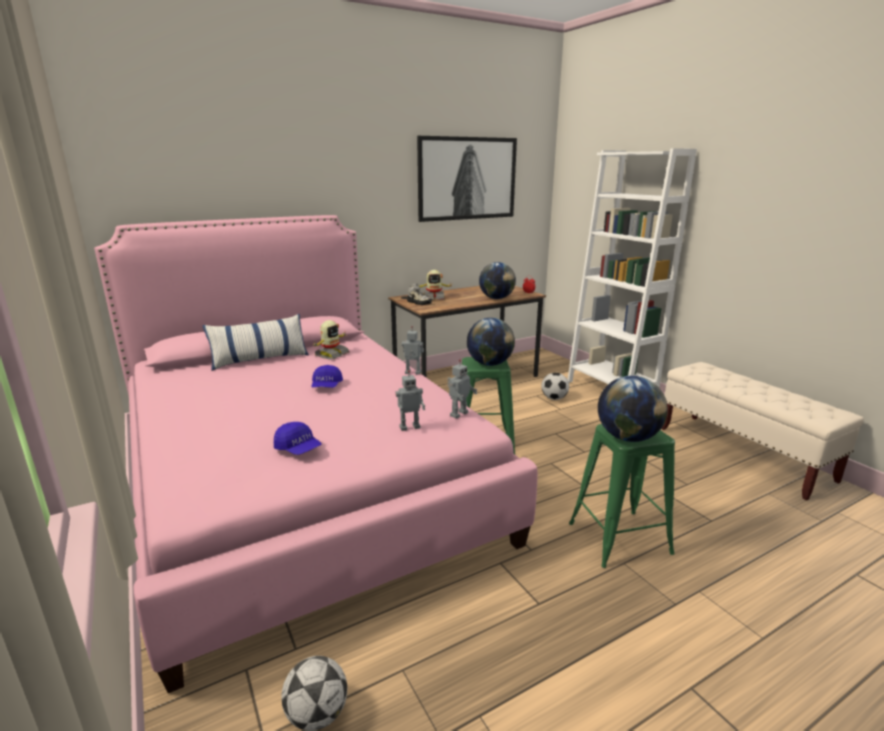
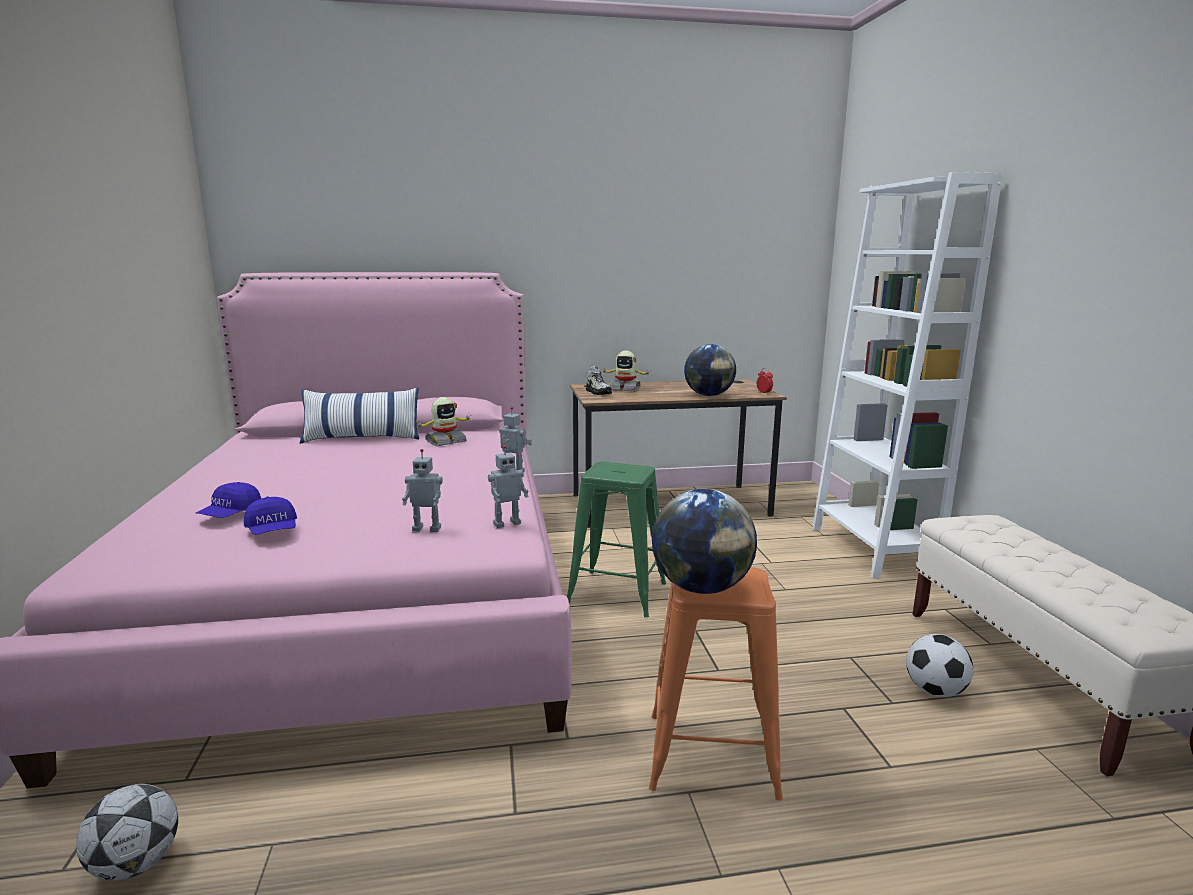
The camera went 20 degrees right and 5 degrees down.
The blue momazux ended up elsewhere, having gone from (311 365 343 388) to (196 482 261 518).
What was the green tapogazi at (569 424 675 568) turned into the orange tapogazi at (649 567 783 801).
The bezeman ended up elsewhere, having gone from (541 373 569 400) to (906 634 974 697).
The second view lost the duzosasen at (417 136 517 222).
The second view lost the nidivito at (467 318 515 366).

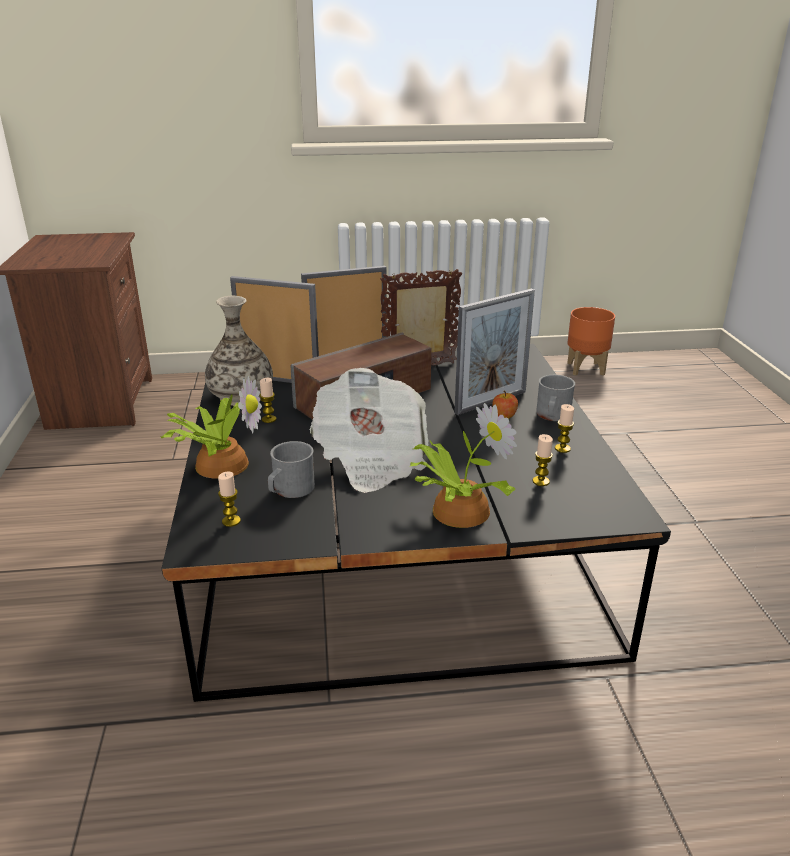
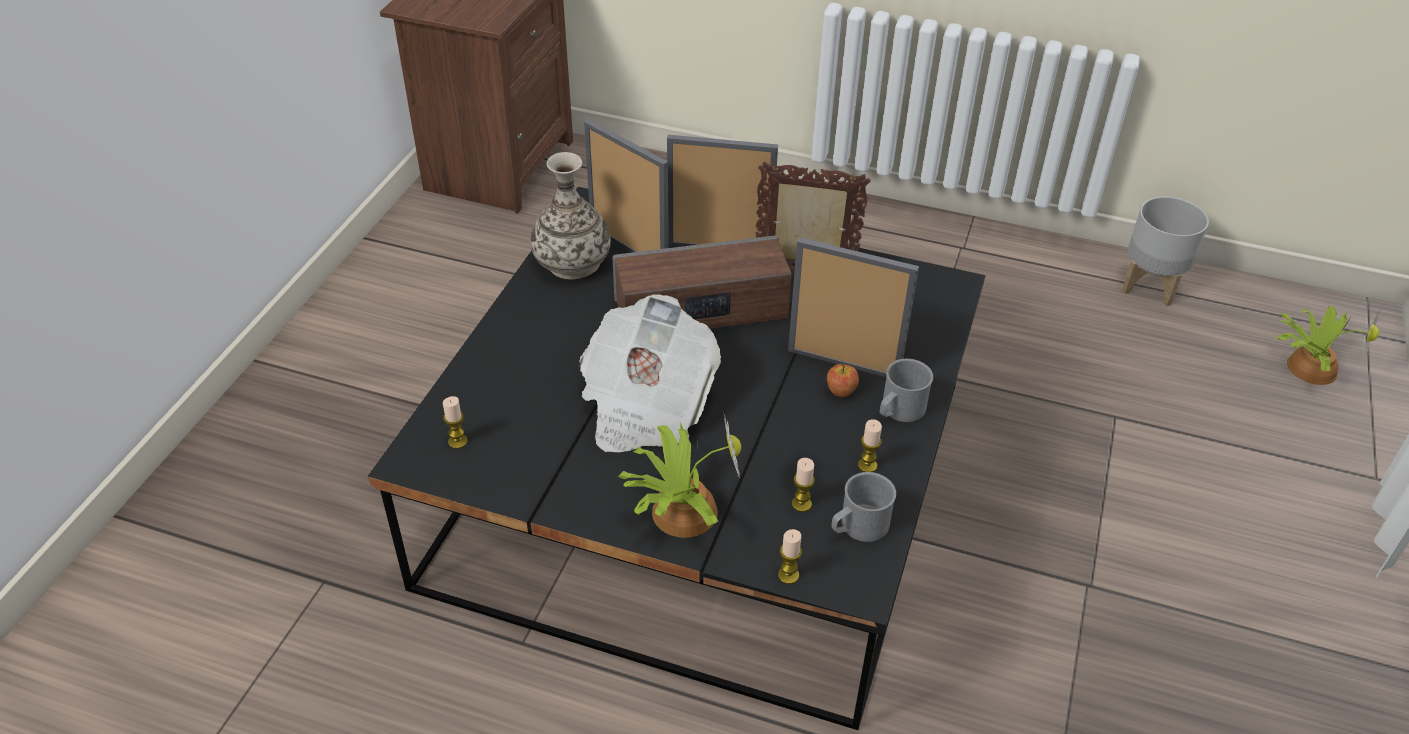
The camera went 25 degrees right and 15 degrees up.
The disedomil ended up elsewhere, having gone from (259 378 277 423) to (778 529 802 584).
The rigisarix at (454 289 535 415) ended up facing another way, 150 degrees counterclockwise from before.
The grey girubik ended up elsewhere, having gone from (268 441 315 498) to (831 472 896 542).
What was the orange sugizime at (567 307 615 376) turned into the grey sugizime at (1122 196 1209 306).
The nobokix ended up elsewhere, having gone from (160 376 262 479) to (1277 306 1380 385).

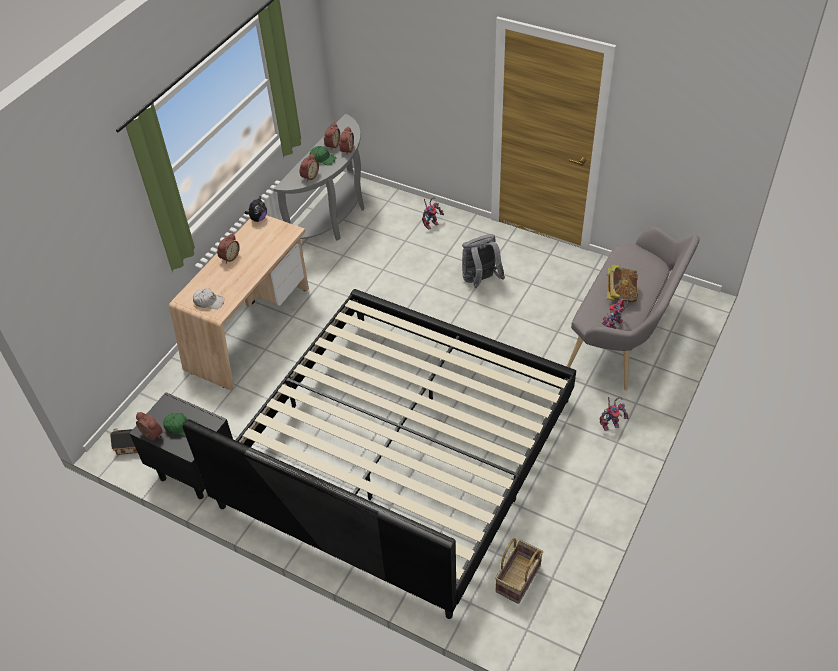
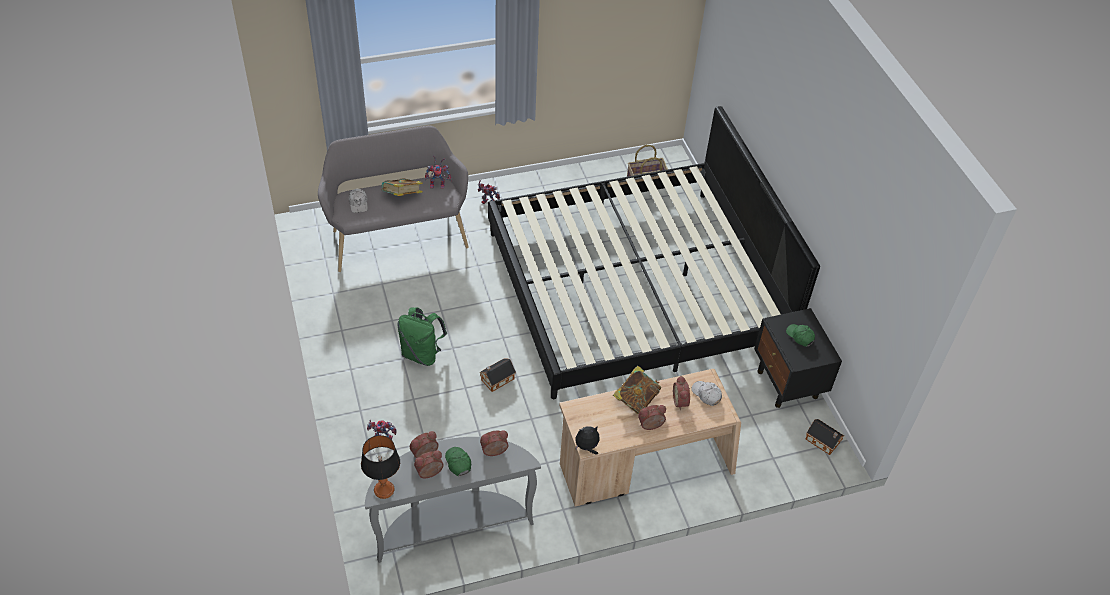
The camera went 140 degrees left and 0 degrees up.
The second view gained the white momazux at (349 189 368 213).
The second view gained the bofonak at (361 435 400 499).
What was the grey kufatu at (462 234 505 288) turned into the green kufatu at (398 307 447 366).
The second view gained the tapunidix at (479 359 516 392).
The second view gained the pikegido at (613 366 661 414).
The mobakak ended up elsewhere, having gone from (136 412 163 441) to (673 376 690 410).

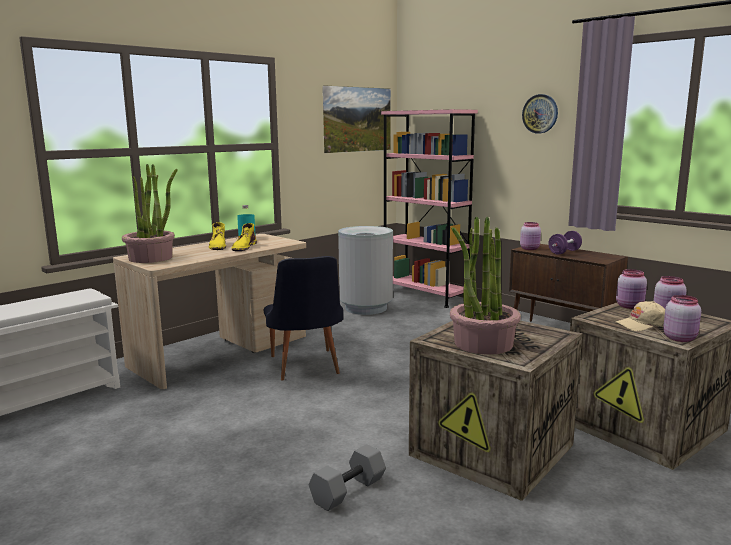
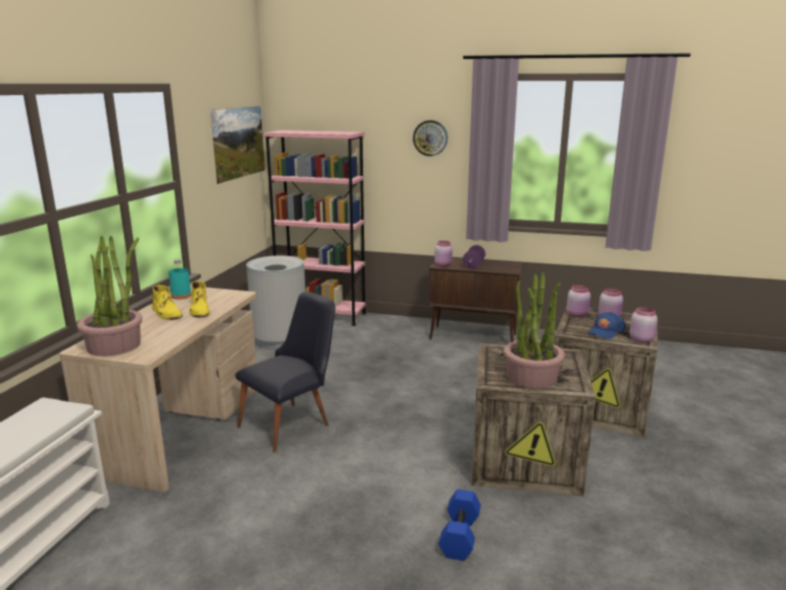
The camera went 30 degrees left and 5 degrees up.
The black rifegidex at (264 256 343 380) ended up facing another way, 90 degrees counterclockwise from before.
What was the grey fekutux at (309 444 386 511) turned into the blue fekutux at (439 489 481 561).
What was the beige momazux at (616 301 665 331) turned into the blue momazux at (588 312 626 339).

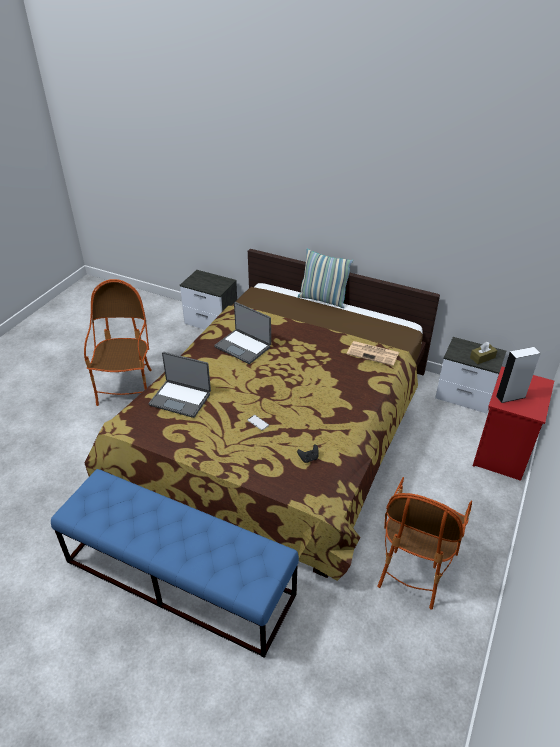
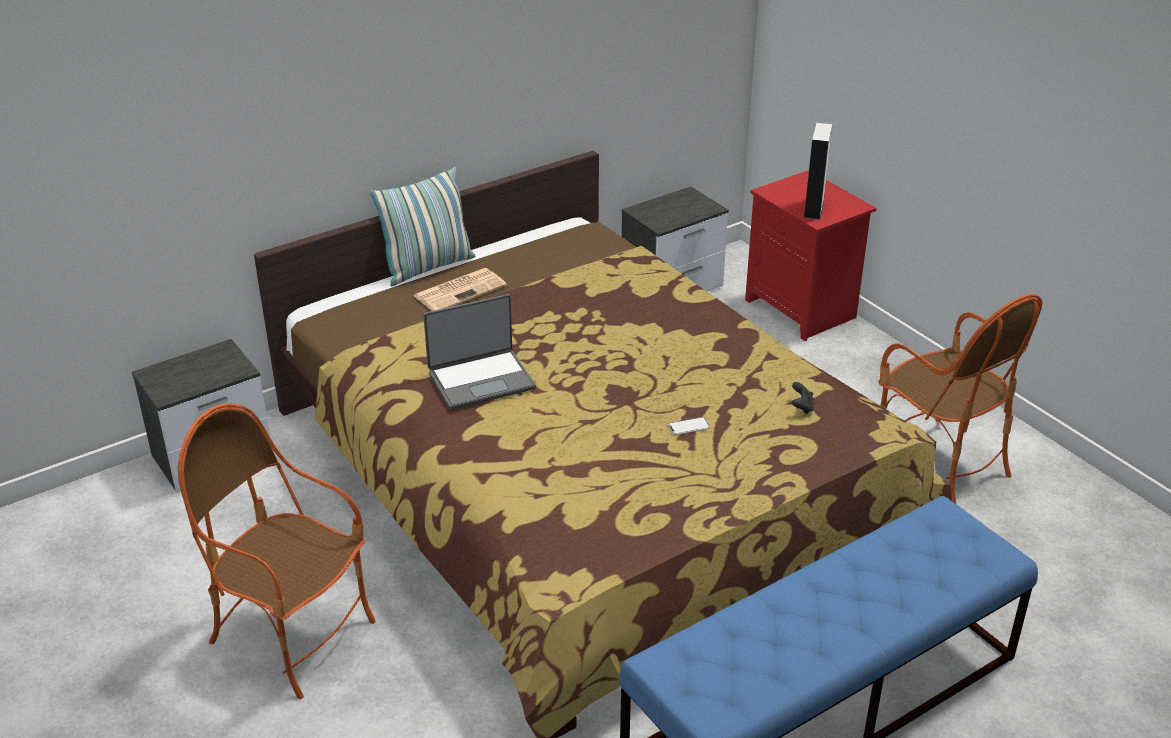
The camera went 60 degrees left and 5 degrees down.
The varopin ended up elsewhere, having gone from (347 341 399 366) to (413 268 507 311).
The second view lost the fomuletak at (149 352 211 418).
The second view lost the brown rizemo at (470 342 497 364).

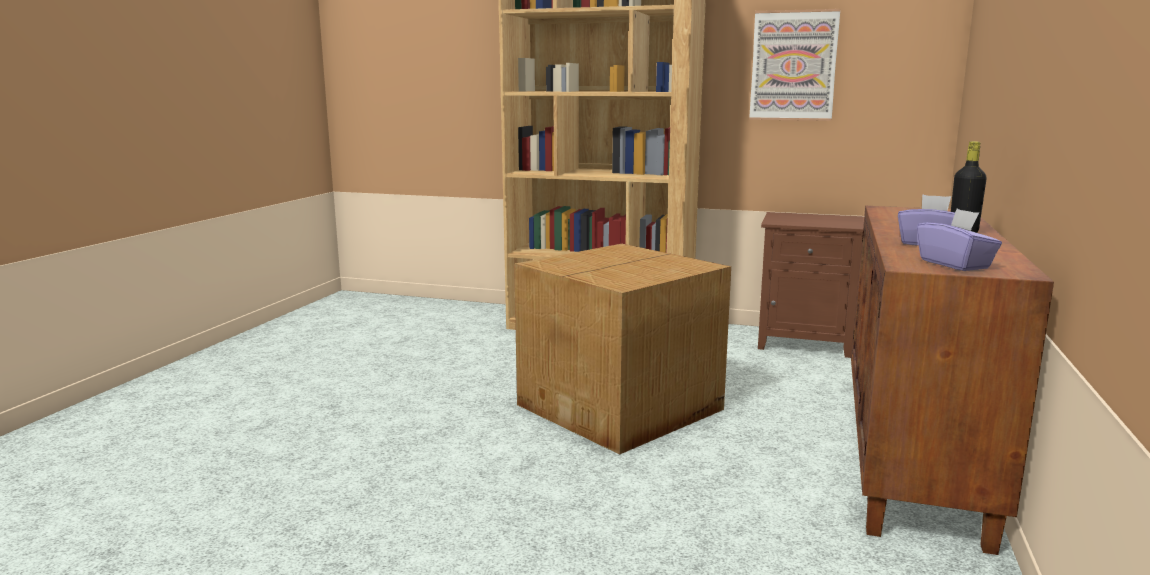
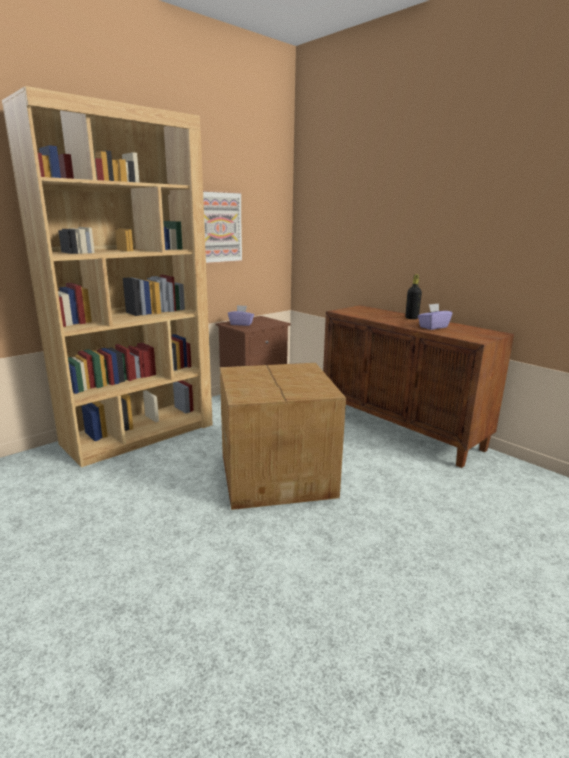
The camera went 60 degrees left and 5 degrees up.
The purple rizemo ended up elsewhere, having gone from (917 209 1002 271) to (228 305 254 326).

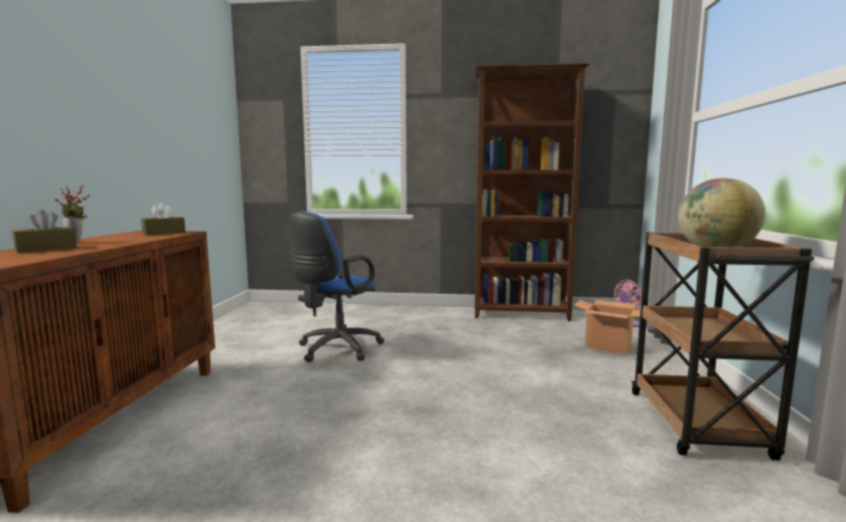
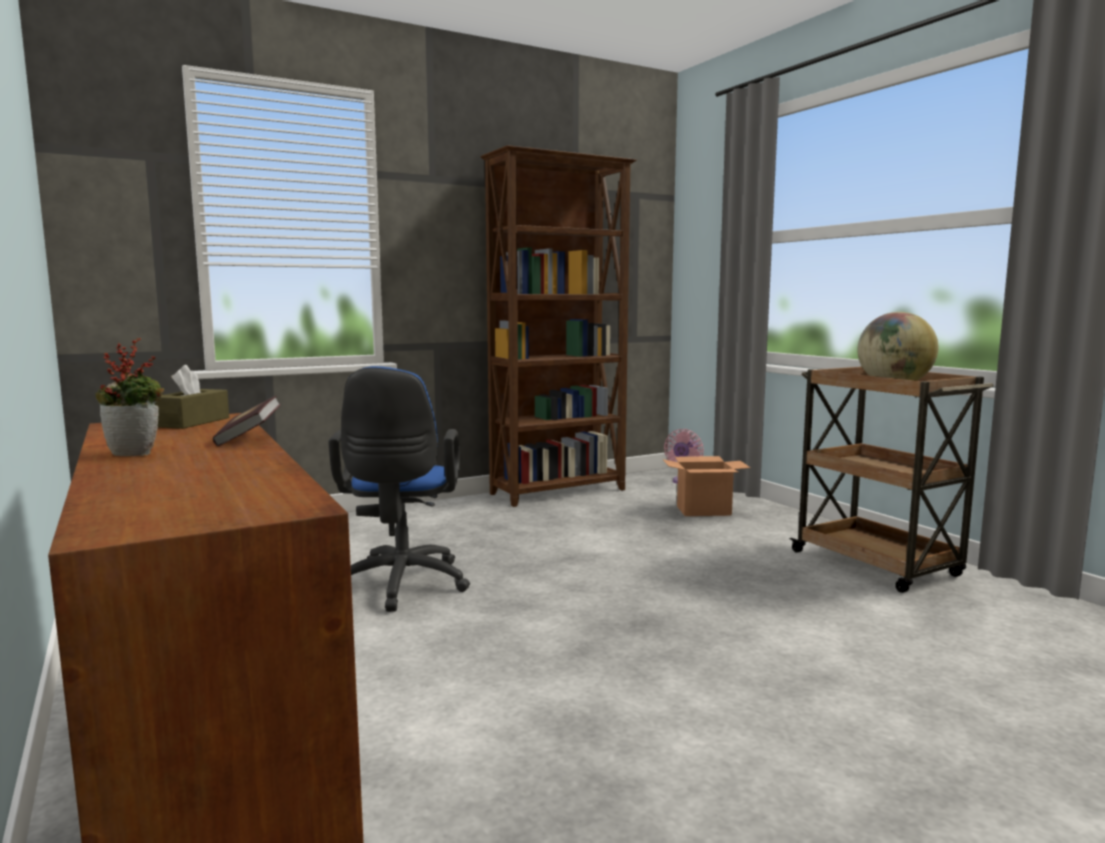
The camera went 35 degrees left and 0 degrees up.
The second view gained the pikegido at (213 396 281 446).
The second view lost the brown rizemo at (12 209 77 253).

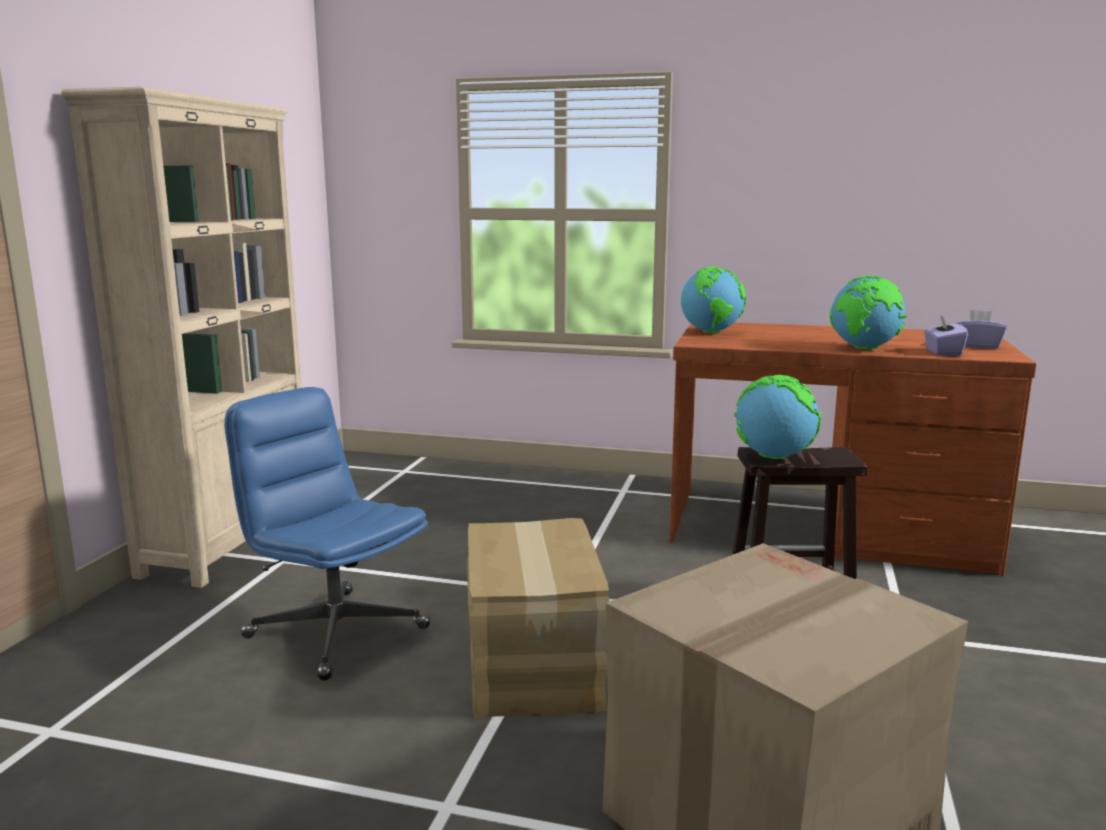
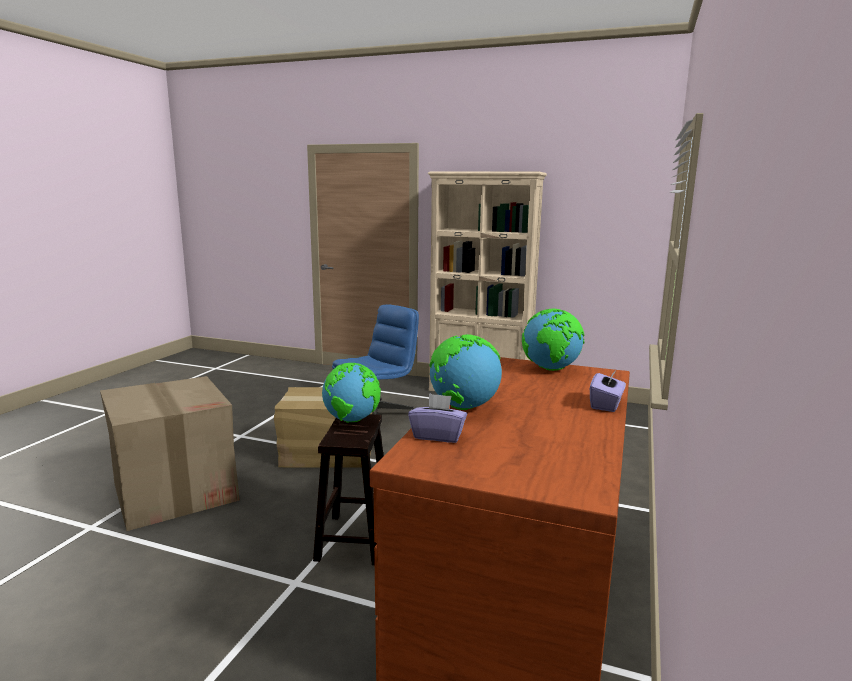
The camera went 95 degrees right and 0 degrees up.
The purple rizemo ended up elsewhere, having gone from (956 310 1007 349) to (590 369 626 412).

